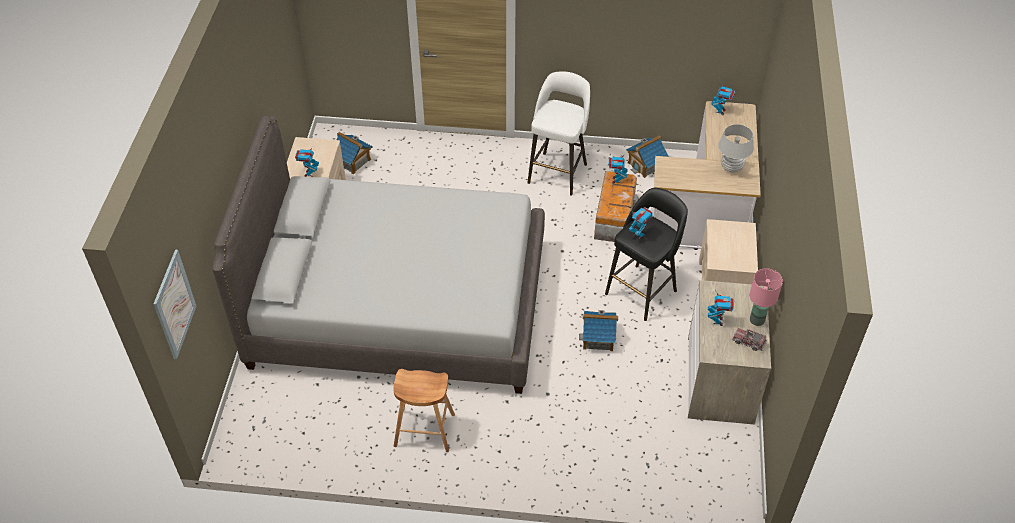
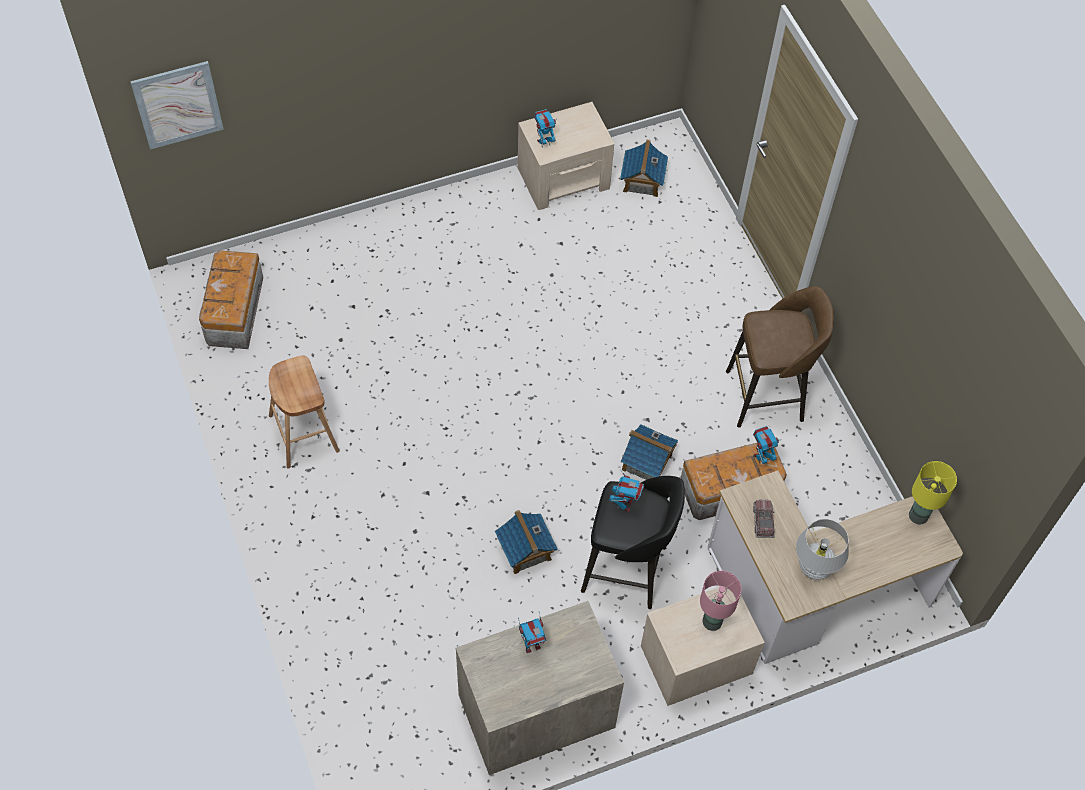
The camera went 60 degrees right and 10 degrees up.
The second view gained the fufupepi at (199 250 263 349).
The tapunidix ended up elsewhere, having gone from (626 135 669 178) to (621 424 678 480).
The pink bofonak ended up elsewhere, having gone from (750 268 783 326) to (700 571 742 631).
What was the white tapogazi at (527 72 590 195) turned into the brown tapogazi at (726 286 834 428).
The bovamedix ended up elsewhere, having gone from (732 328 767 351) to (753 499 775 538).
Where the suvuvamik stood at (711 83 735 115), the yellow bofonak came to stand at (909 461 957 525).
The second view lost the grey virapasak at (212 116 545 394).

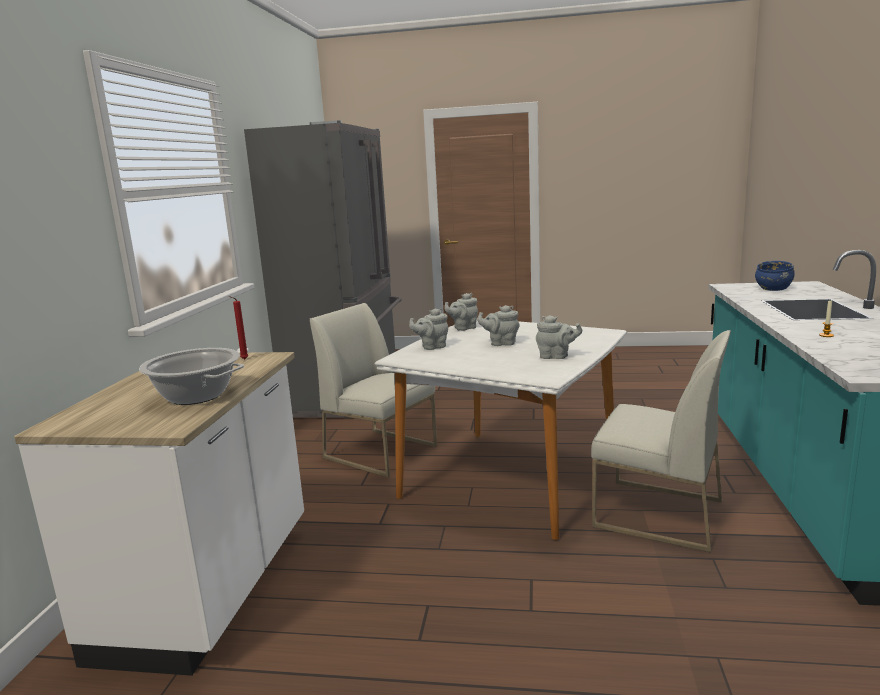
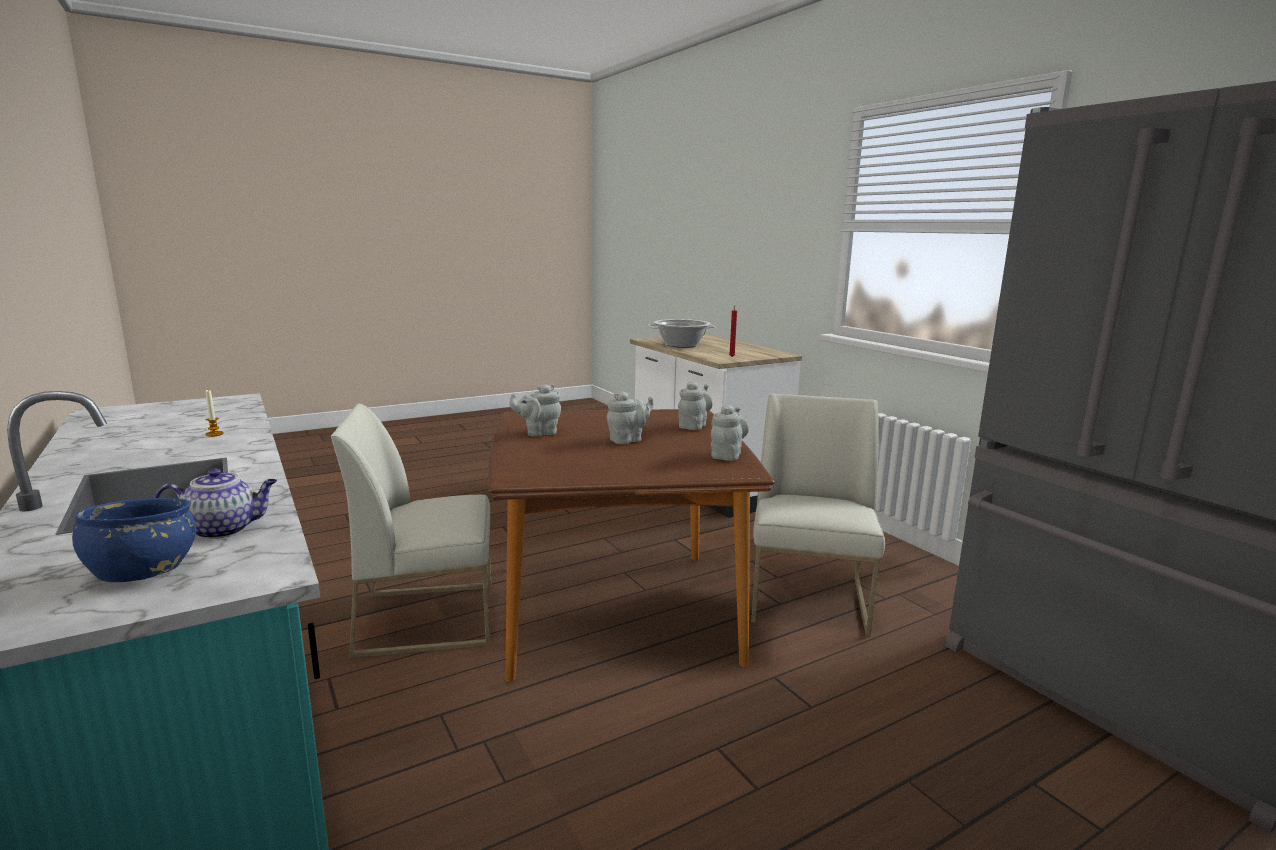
The camera went 140 degrees right and 0 degrees up.
The second view gained the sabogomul at (154 468 277 539).
What was the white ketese at (375 321 627 540) turned into the brown ketese at (488 409 775 682).
The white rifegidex at (310 303 437 478) ended up facing another way, 75 degrees counterclockwise from before.

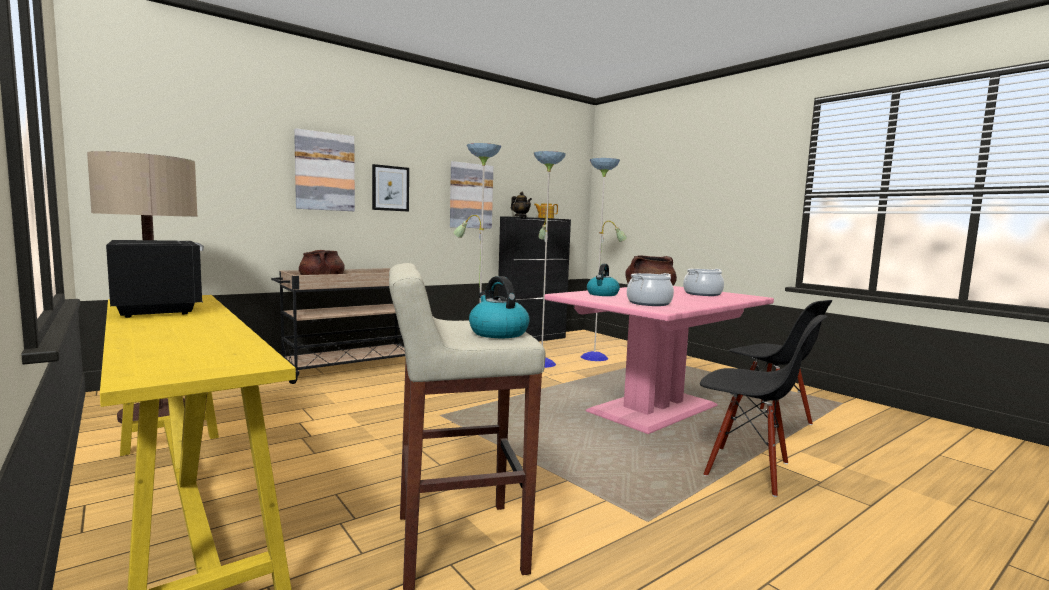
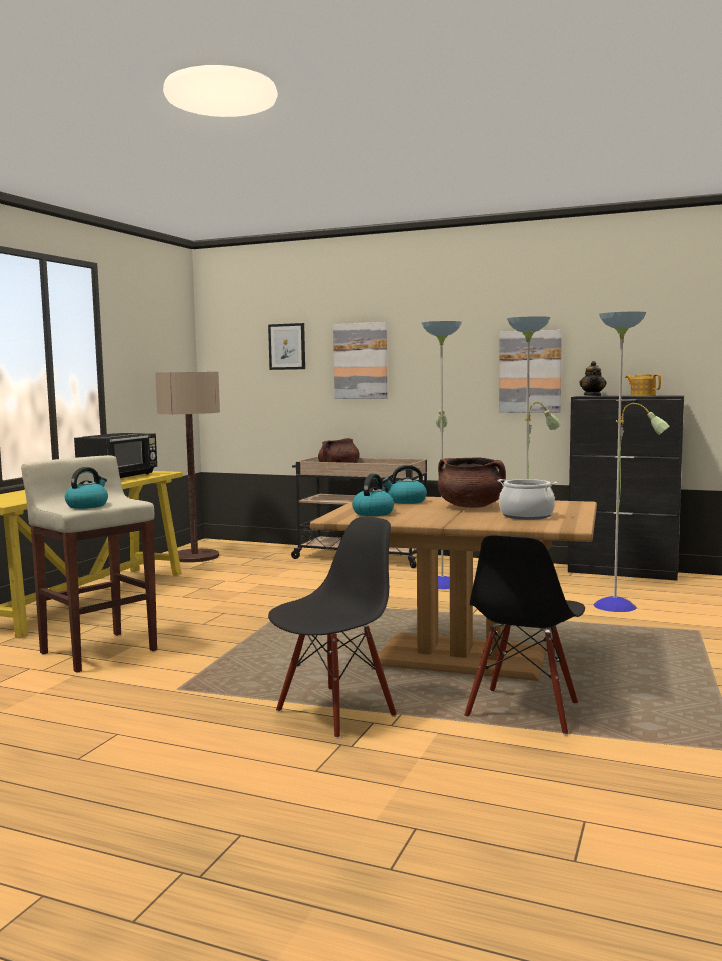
The camera went 60 degrees right and 0 degrees up.
The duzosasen ended up elsewhere, having gone from (372 164 409 212) to (268 323 305 370).
The black rifegidex at (700 315 827 497) ended up facing another way, 135 degrees counterclockwise from before.
What was the pink ketese at (544 286 774 434) turned into the brown ketese at (310 497 597 681).
Where the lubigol stood at (627 273 674 306), the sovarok came to stand at (352 474 394 516).

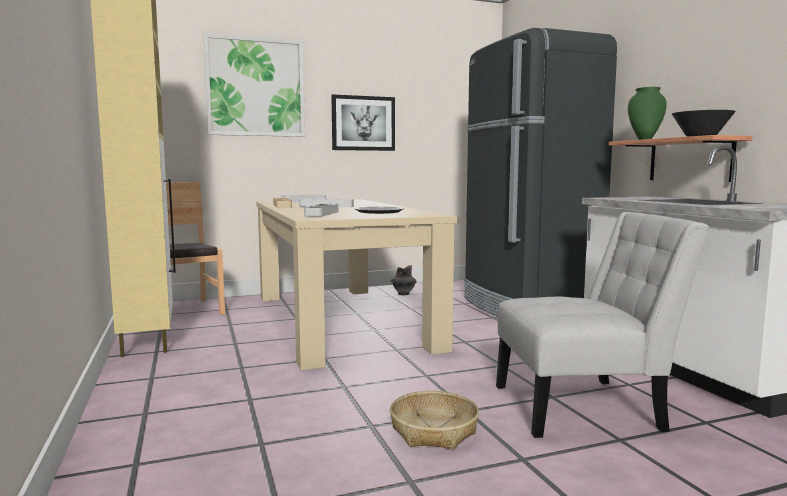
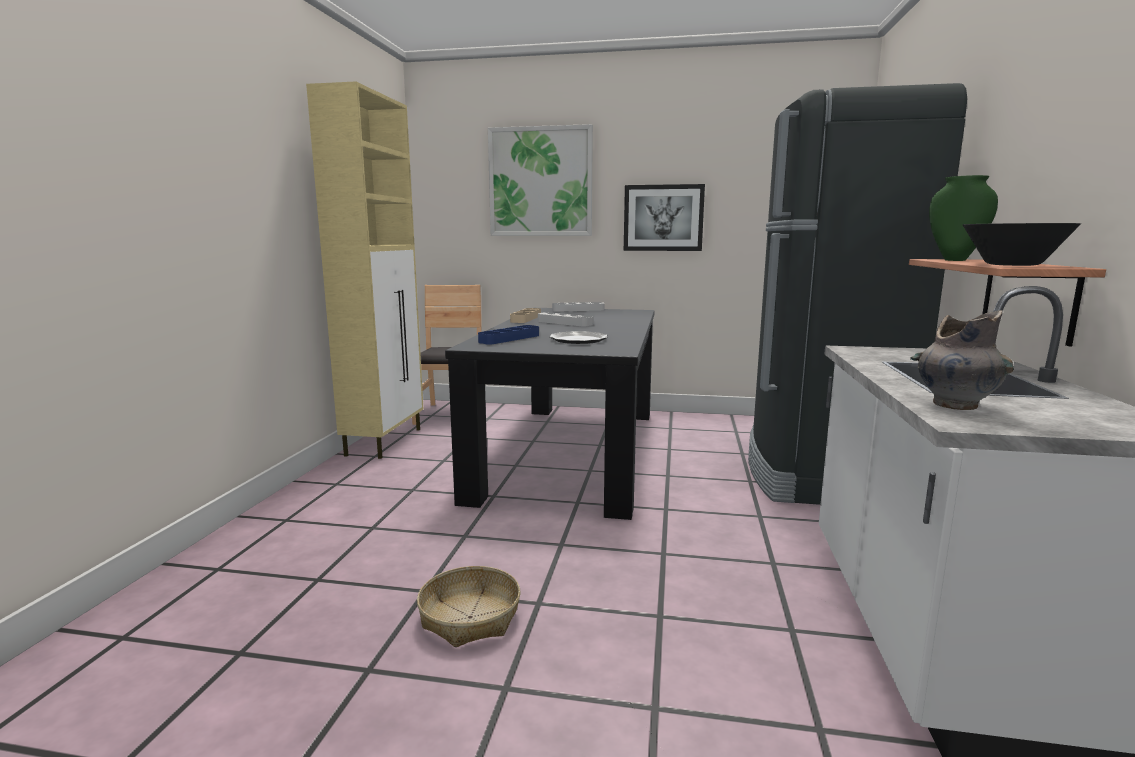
The camera went 30 degrees right and 5 degrees up.
What was the beige ketese at (256 200 457 370) turned into the black ketese at (445 308 655 520).
What was the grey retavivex at (304 203 338 217) turned into the blue retavivex at (478 325 539 344).
The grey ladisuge ended up elsewhere, having gone from (391 265 417 295) to (910 310 1014 410).
The second view lost the white rifegidex at (496 212 709 438).

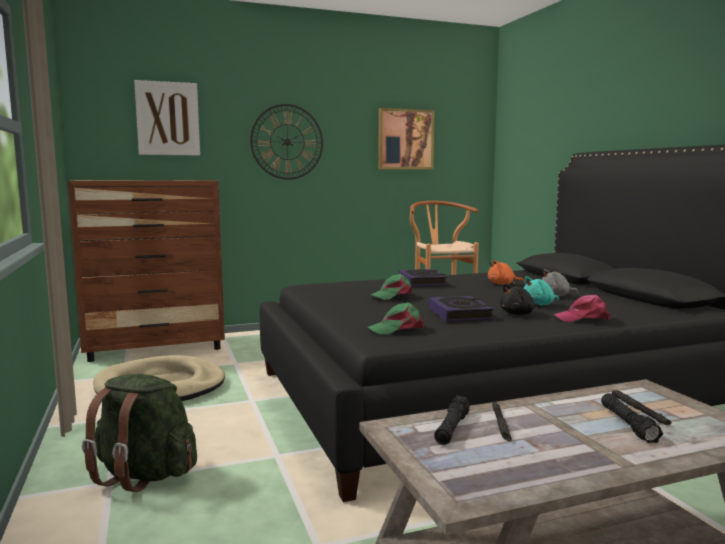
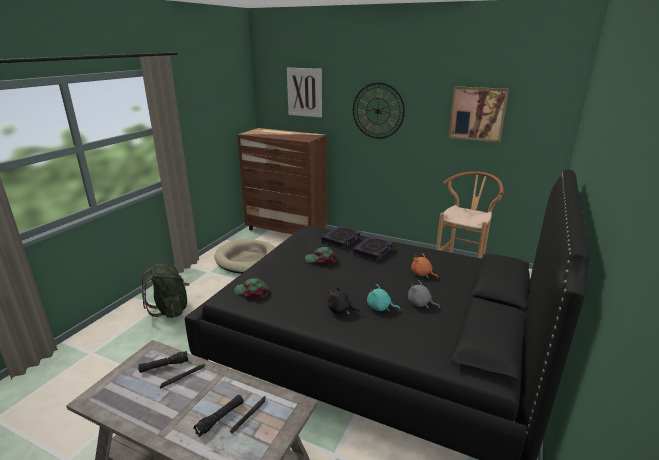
The camera went 45 degrees right and 15 degrees up.
The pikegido ended up elsewhere, having gone from (429 296 494 322) to (321 226 361 249).
The second view lost the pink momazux at (554 294 611 322).

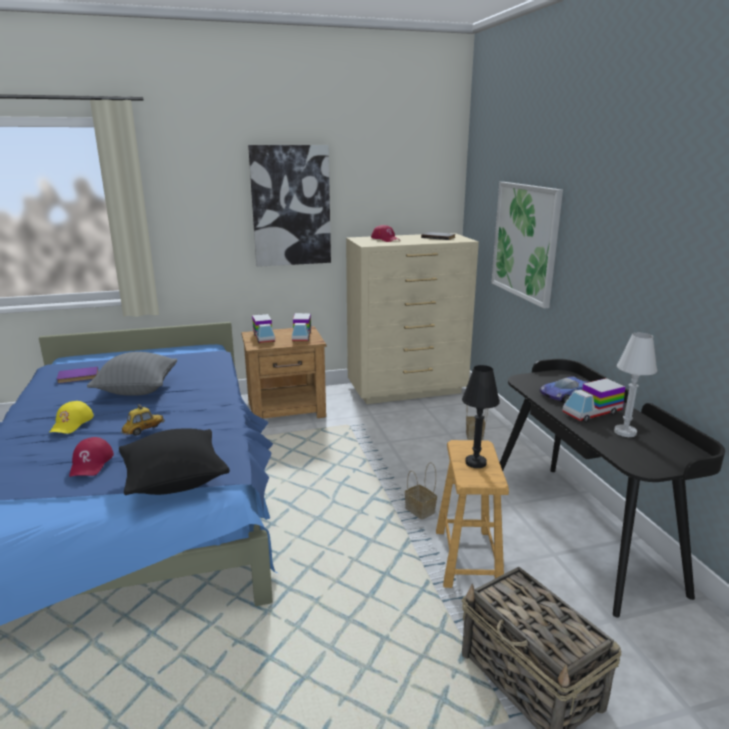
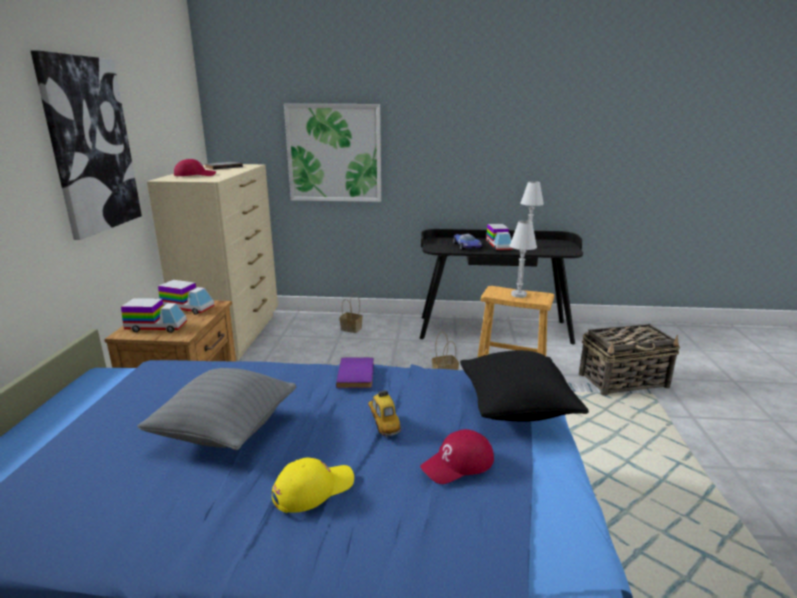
The camera went 70 degrees left and 0 degrees up.
The yellow momazux at (49 401 94 434) ended up facing another way, 60 degrees counterclockwise from before.
The purple pikegido ended up elsewhere, having gone from (57 367 98 383) to (336 357 374 388).
The red momazux at (69 437 114 477) ended up facing another way, 135 degrees clockwise from before.
What was the black bofonak at (462 365 500 468) turned into the white bofonak at (510 220 537 298).

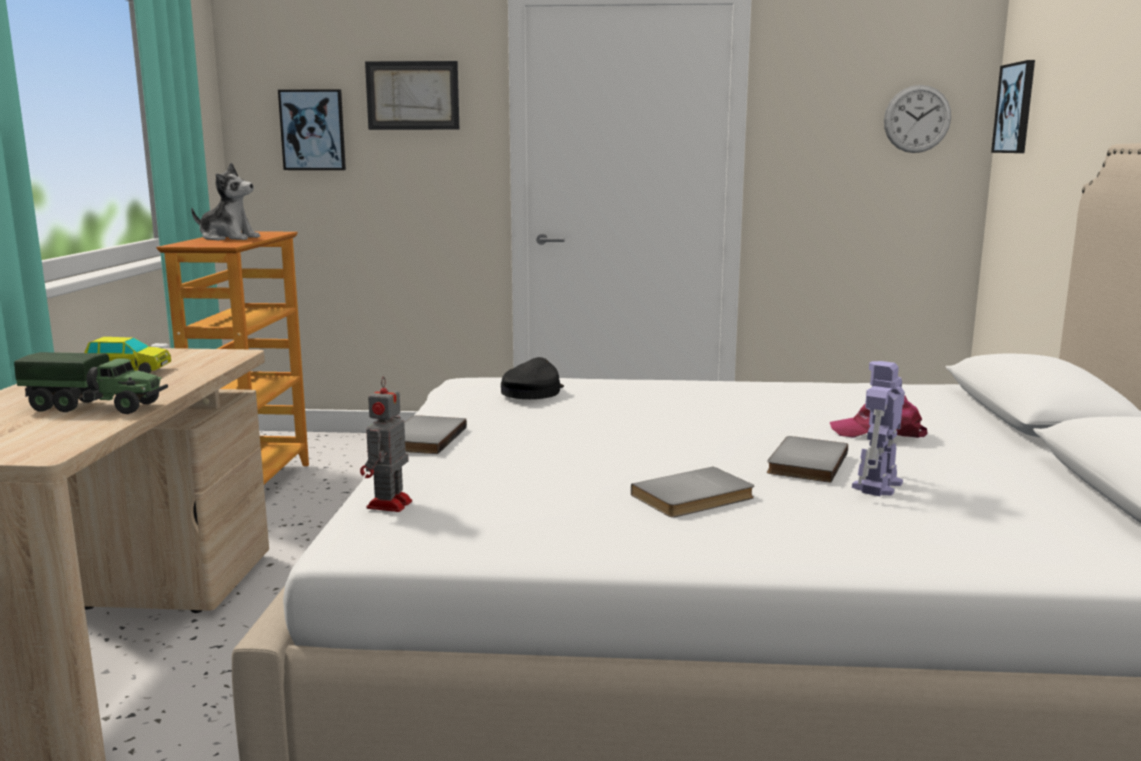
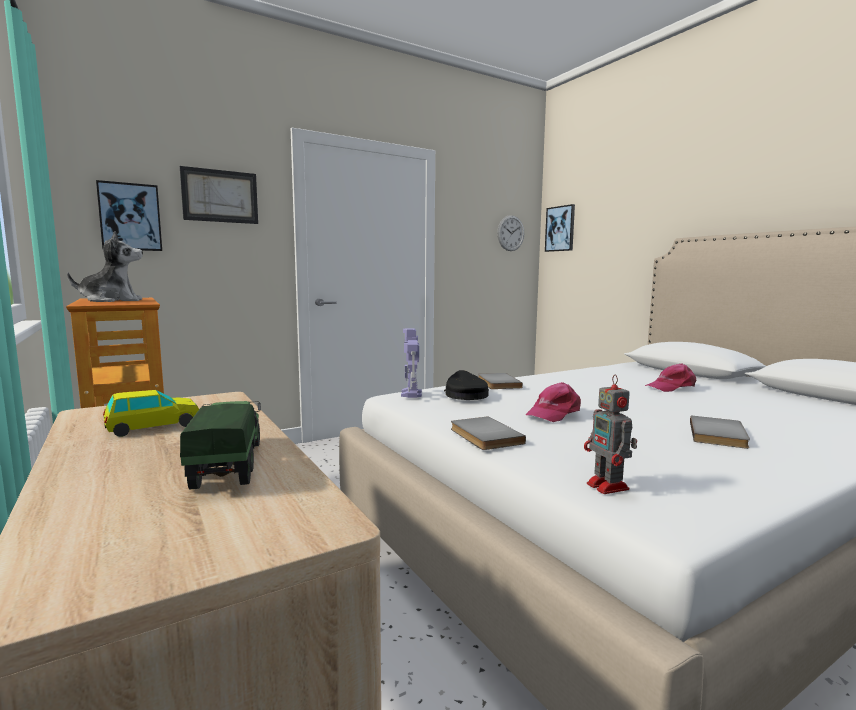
The camera went 35 degrees left and 5 degrees down.
The bovamedix at (14 352 168 414) ended up facing another way, 75 degrees counterclockwise from before.
The suvuvamik ended up elsewhere, having gone from (852 361 905 496) to (401 328 422 398).
The grey pikegido ended up elsewhere, having gone from (767 436 848 483) to (478 373 523 389).
The second view gained the pink momazux at (525 382 581 422).

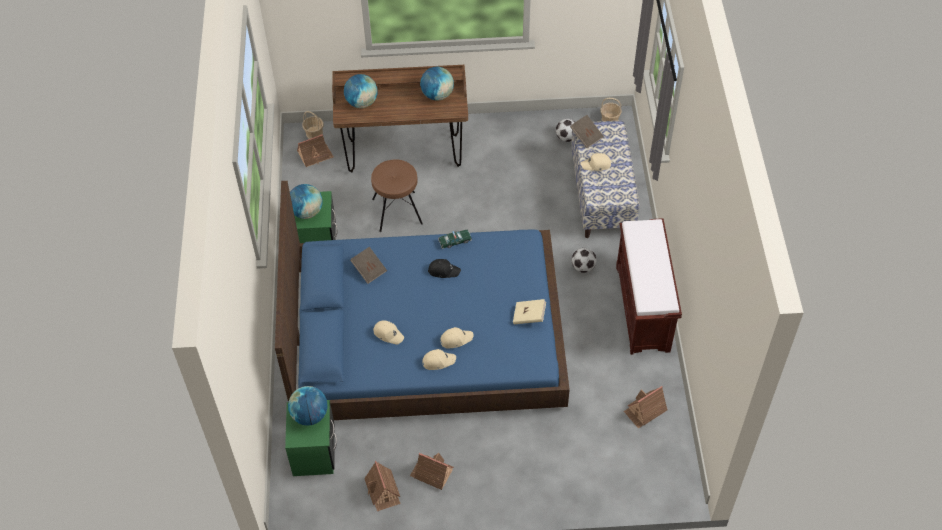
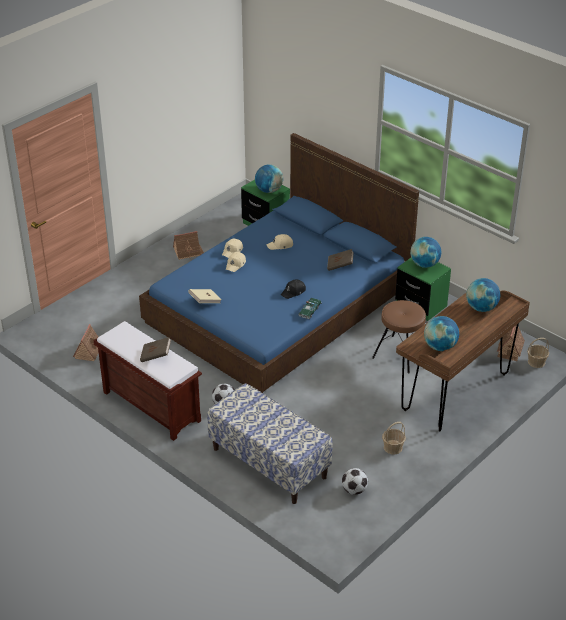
The camera went 135 degrees right and 15 degrees down.
The brown pikegido ended up elsewhere, having gone from (570 115 604 148) to (140 337 171 362).
The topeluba ended up elsewhere, having gone from (601 98 622 121) to (382 422 406 454).
The second view lost the tapunidix at (364 461 401 511).
The second view lost the beige momazux at (581 153 611 171).

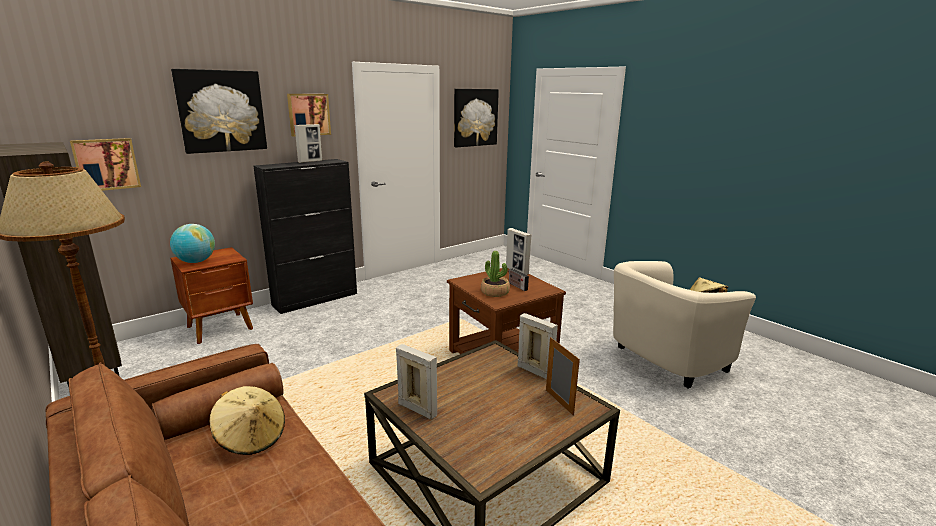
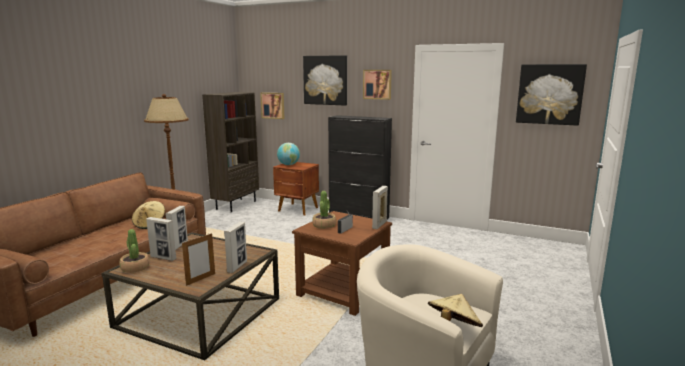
The camera went 65 degrees right and 5 degrees down.
The second view gained the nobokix at (119 229 149 273).
The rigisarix ended up elsewhere, having gone from (294 124 322 163) to (146 217 176 261).

